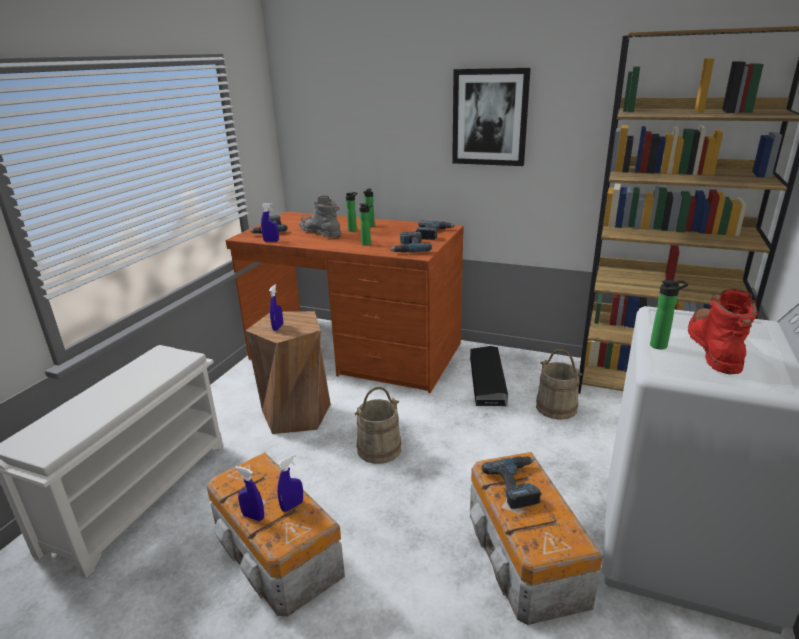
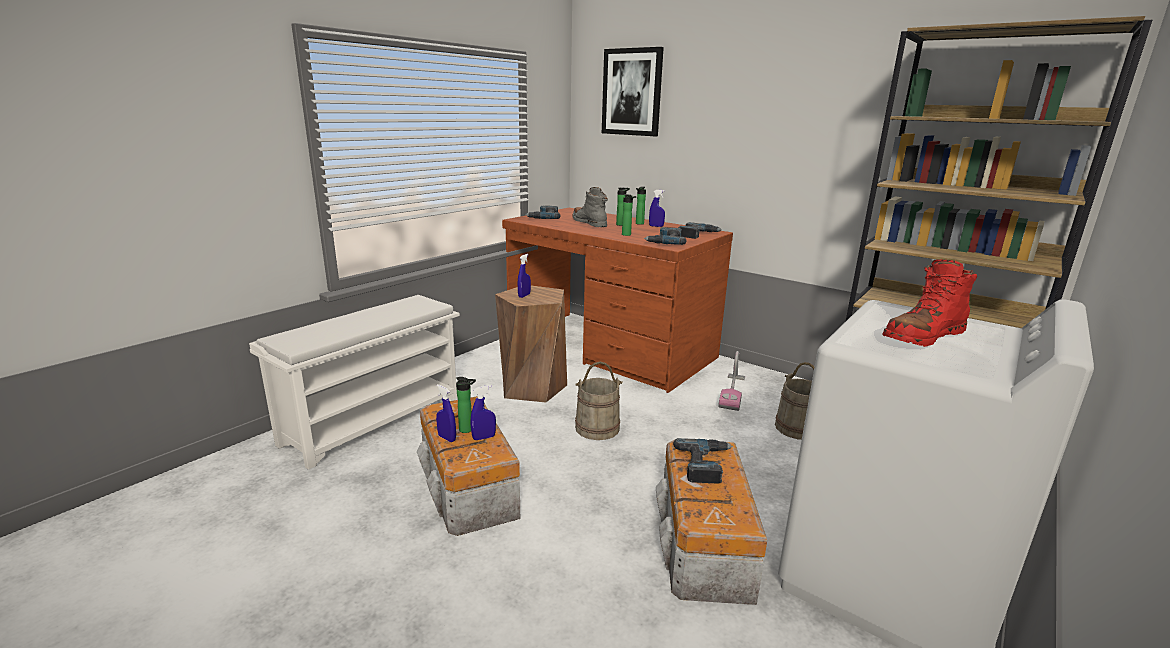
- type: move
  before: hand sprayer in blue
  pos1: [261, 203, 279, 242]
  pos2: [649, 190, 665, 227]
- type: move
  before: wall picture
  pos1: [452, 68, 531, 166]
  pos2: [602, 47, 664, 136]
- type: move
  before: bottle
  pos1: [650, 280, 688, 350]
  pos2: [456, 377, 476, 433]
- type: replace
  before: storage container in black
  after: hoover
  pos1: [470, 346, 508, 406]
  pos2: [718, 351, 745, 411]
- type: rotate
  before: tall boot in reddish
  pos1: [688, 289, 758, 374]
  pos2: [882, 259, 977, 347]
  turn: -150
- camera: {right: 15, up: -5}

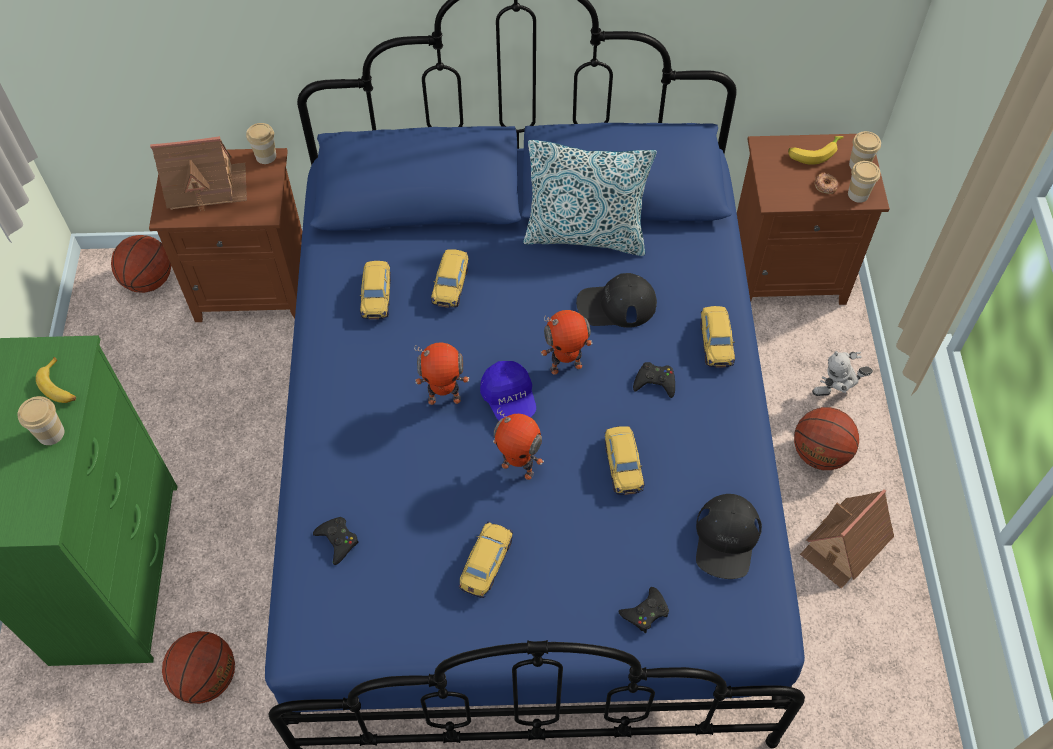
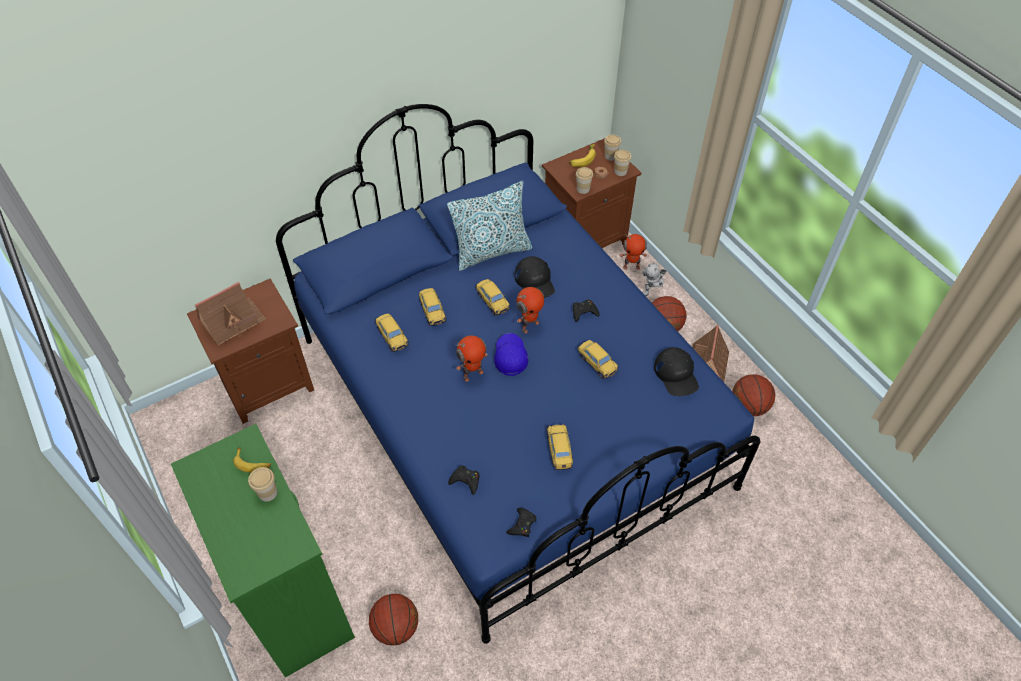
- type: move
  before: basketball
  pos1: [111, 235, 171, 293]
  pos2: [733, 374, 775, 416]
- type: move
  before: cup
  pos1: [246, 123, 276, 164]
  pos2: [576, 167, 593, 194]
- type: move
  before: robot figure
  pos1: [493, 408, 544, 480]
  pos2: [620, 233, 647, 270]
- type: move
  before: joypad in black
  pos1: [618, 587, 669, 633]
  pos2: [506, 508, 536, 537]
- type: move
  before: toy car
  pos1: [700, 306, 735, 368]
  pos2: [475, 279, 510, 316]
- type: rotate
  before: cap in blue
  pos1: [480, 361, 536, 420]
  pos2: [494, 333, 528, 376]
  turn: -135
- type: rotate
  before: cap in black
  pos1: [576, 273, 657, 328]
  pos2: [515, 256, 555, 298]
  turn: -75
- camera: {right: -30, up: -5}

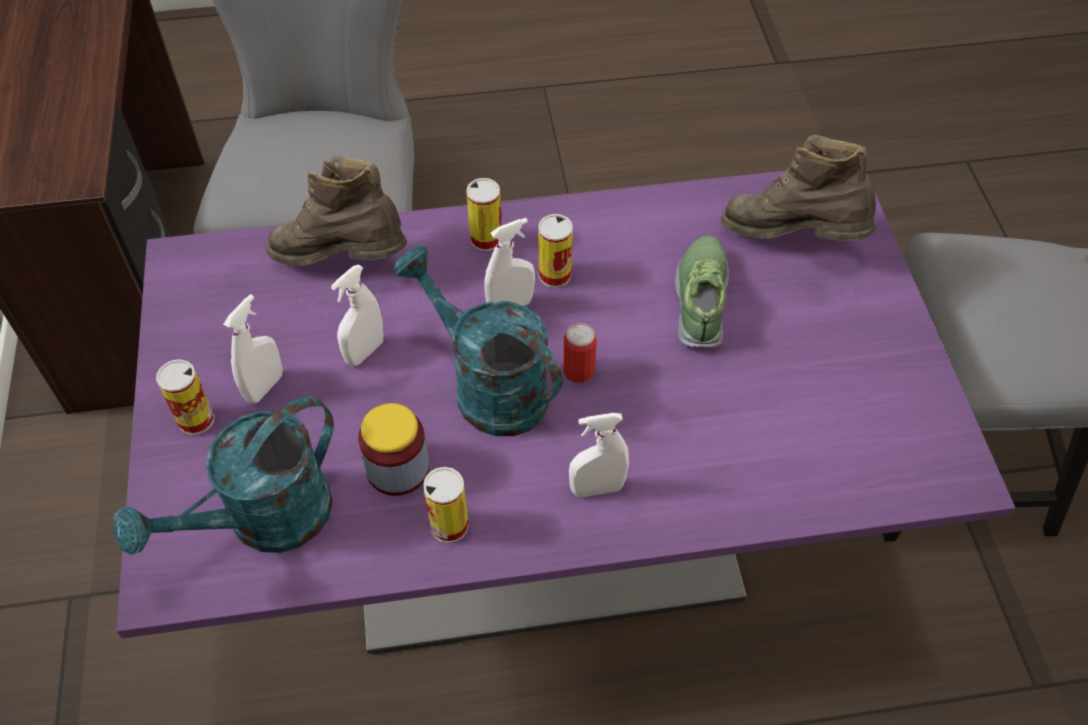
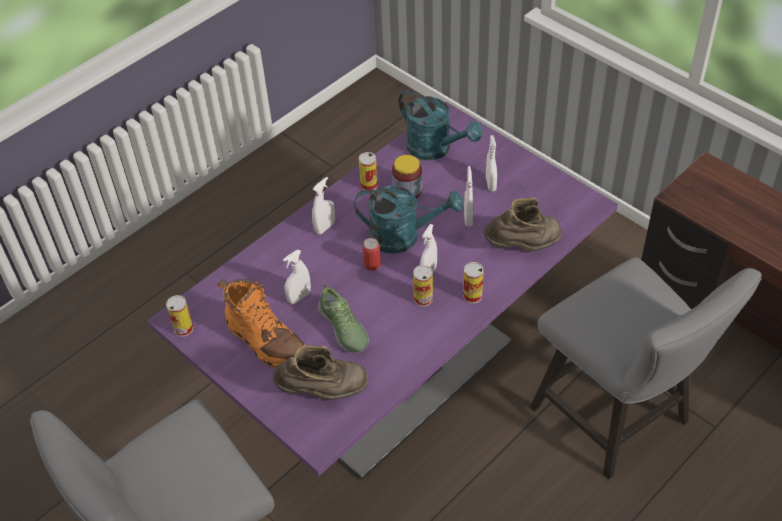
- type: insert
  after: tall boot in orangey
  pos2: [217, 279, 305, 369]
- type: insert
  after: hand sprayer in whitish
  pos2: [283, 250, 311, 304]
- type: move
  before: sealed can
  pos1: [156, 359, 214, 435]
  pos2: [166, 295, 194, 337]
- type: rotate
  before: watering can in turquoise-coloured
  pos1: [113, 396, 334, 555]
  pos2: [399, 89, 482, 160]
  turn: 120
- camera: {right: 145, up: -5}

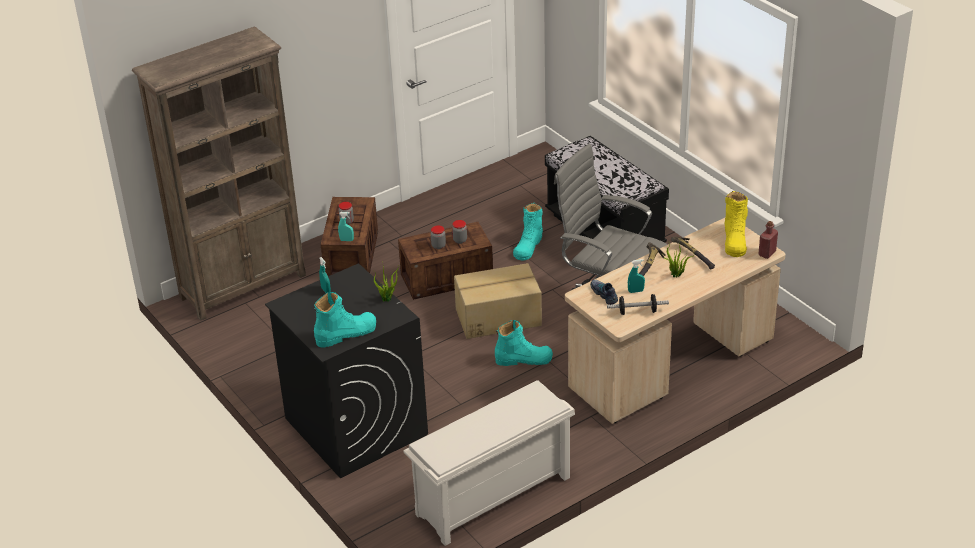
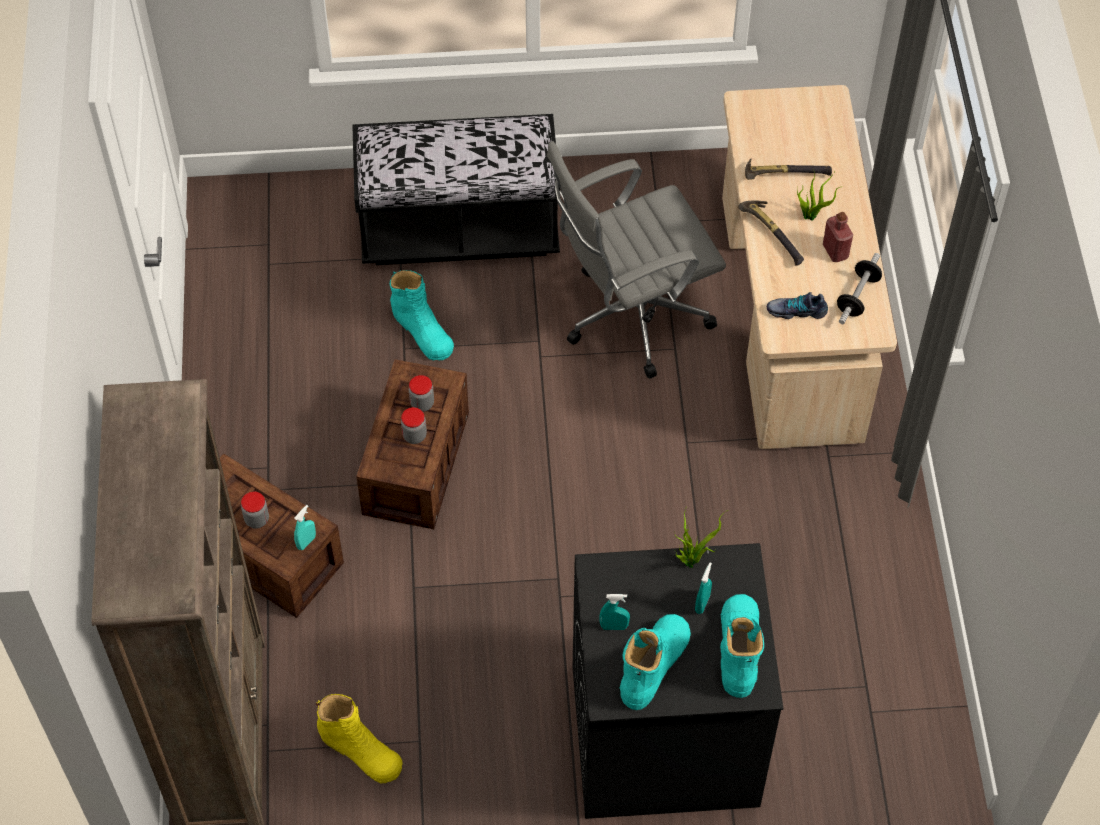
- type: delete
  before: shoe stand in whitish
  pos1: [403, 380, 575, 546]
- type: delete
  before: cardboard box
  pos1: [454, 263, 542, 339]
- type: move
  before: tall boot in turquoise-coloured
  pos1: [495, 320, 553, 366]
  pos2: [619, 614, 691, 710]
- type: move
  before: hand sprayer in turquoise-coloured
  pos1: [628, 259, 645, 293]
  pos2: [695, 562, 712, 614]
- type: move
  before: tall boot in yellow-coloured
  pos1: [724, 191, 748, 257]
  pos2: [316, 694, 403, 783]
- type: move
  before: bottle in reddish
  pos1: [758, 221, 778, 259]
  pos2: [823, 212, 853, 262]
- camera: {right: -60, up: 20}

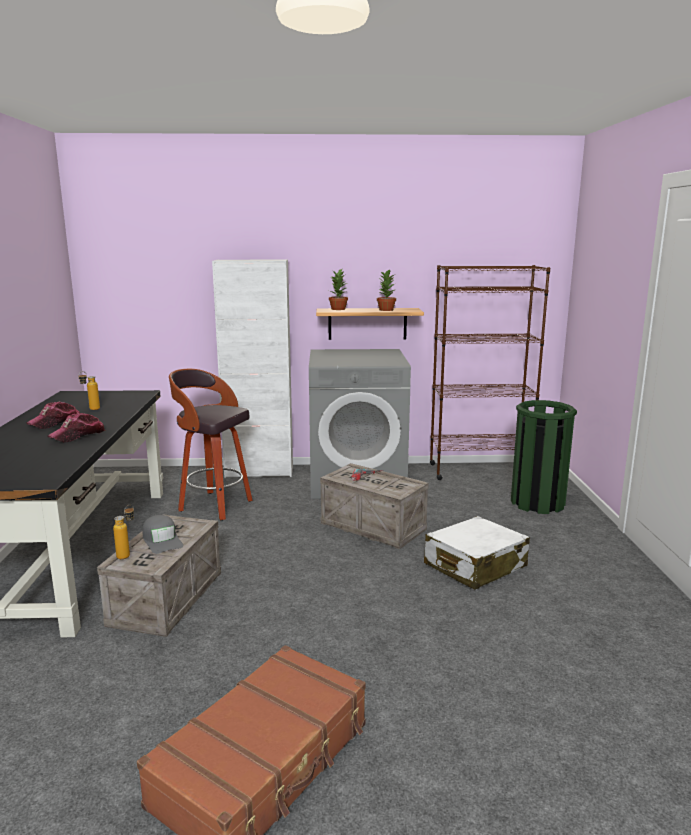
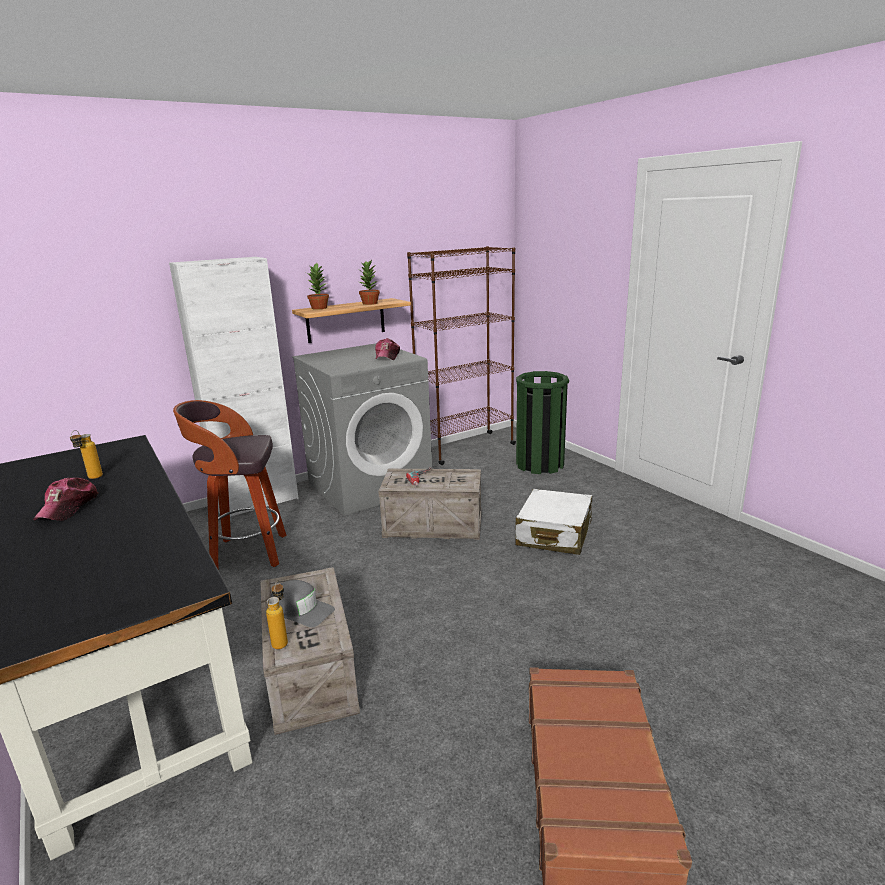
- type: move
  before: cap
  pos1: [48, 413, 105, 443]
  pos2: [375, 338, 400, 360]
- camera: {right: -30, up: 5}

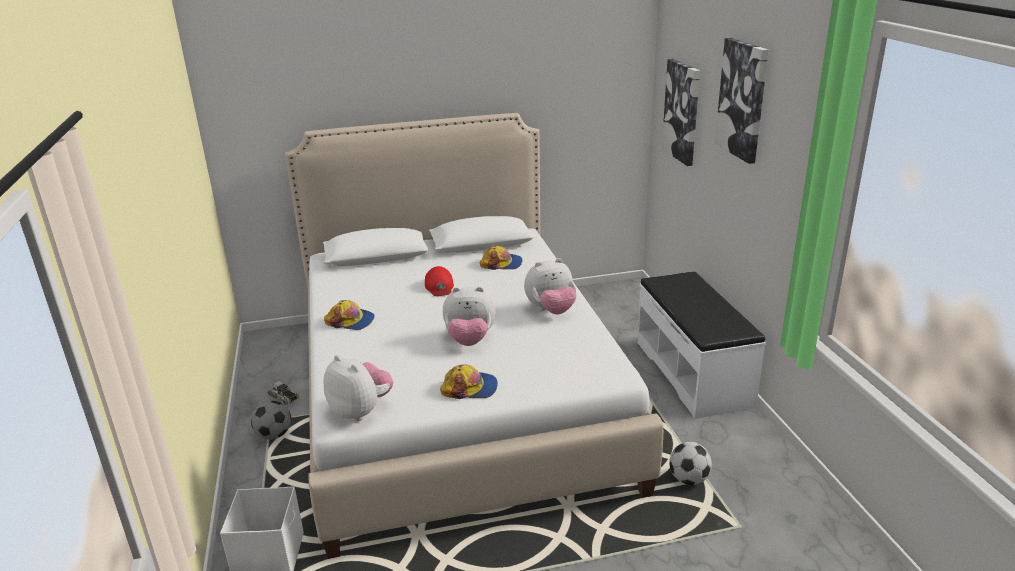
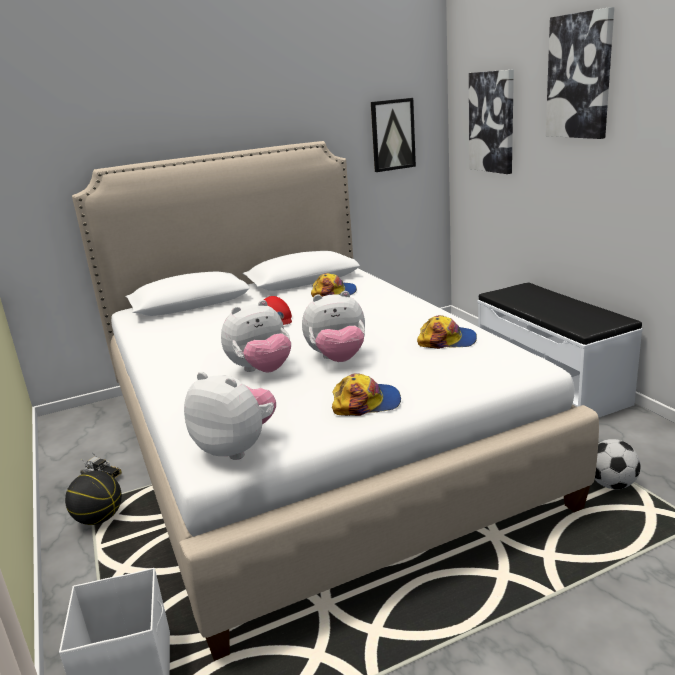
- type: insert
  after: wall picture
  pos2: [371, 98, 416, 172]
- type: move
  before: cap
  pos1: [324, 300, 375, 330]
  pos2: [417, 315, 477, 349]
- type: move
  before: cuddly toy
  pos1: [524, 258, 577, 315]
  pos2: [221, 300, 291, 372]
- type: replace
  before: ball for football
  after: basketball
  pos1: [251, 401, 291, 440]
  pos2: [65, 471, 122, 525]
- camera: {right: -10, up: -5}

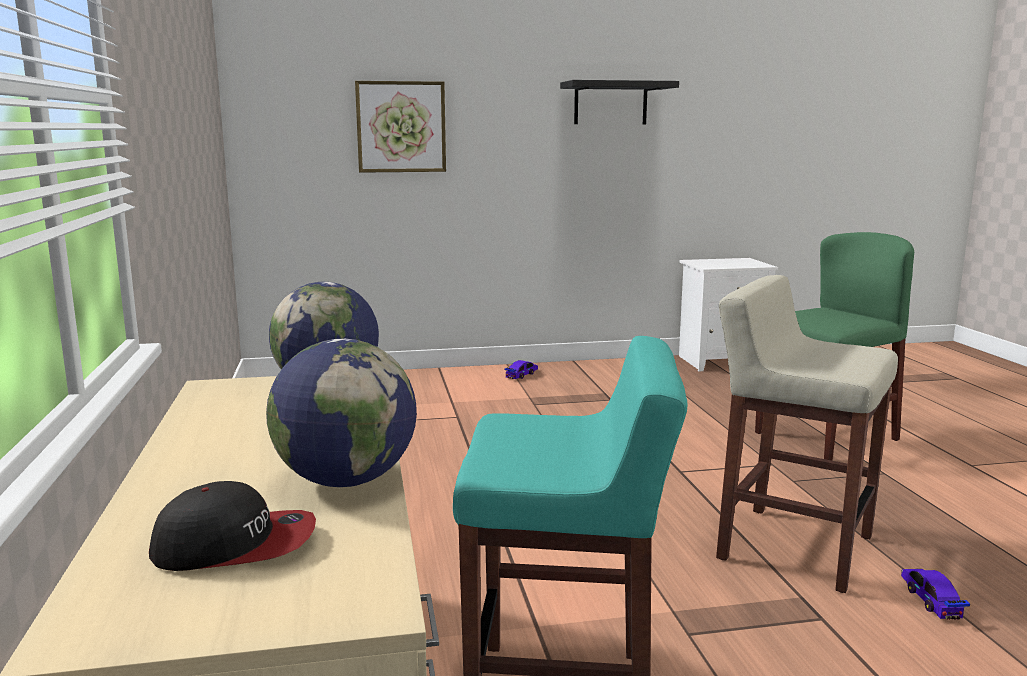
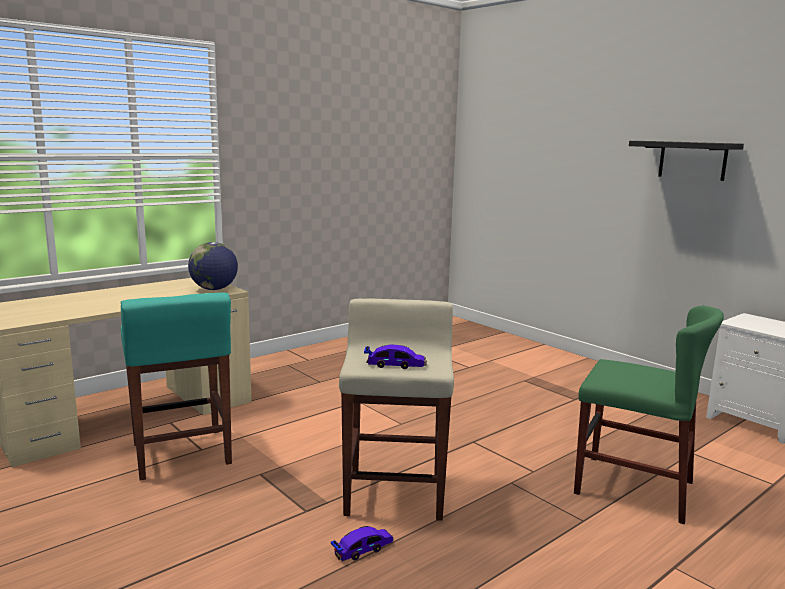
- type: delete
  before: cap
  pos1: [149, 481, 316, 571]
- type: delete
  before: globe
  pos1: [266, 339, 417, 487]
- type: delete
  before: wall picture
  pos1: [355, 81, 446, 173]
- type: move
  before: toy car
  pos1: [504, 360, 538, 379]
  pos2: [364, 345, 427, 369]
- camera: {right: 60, up: 0}

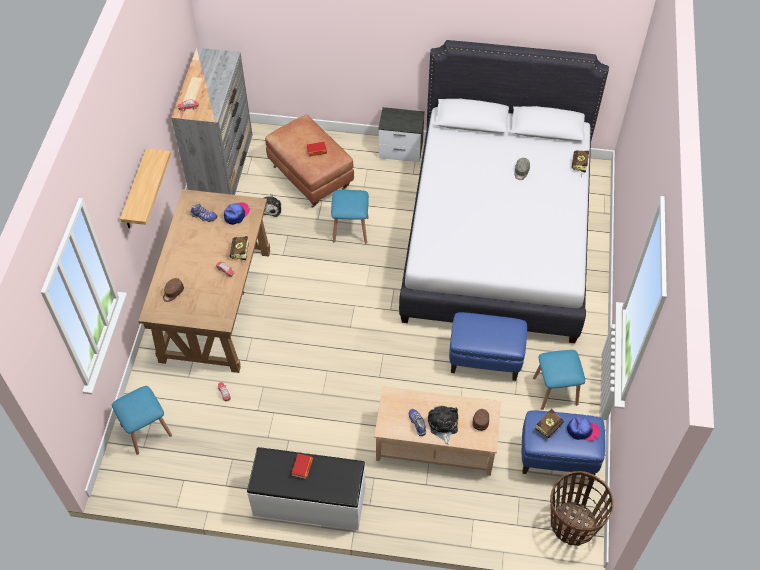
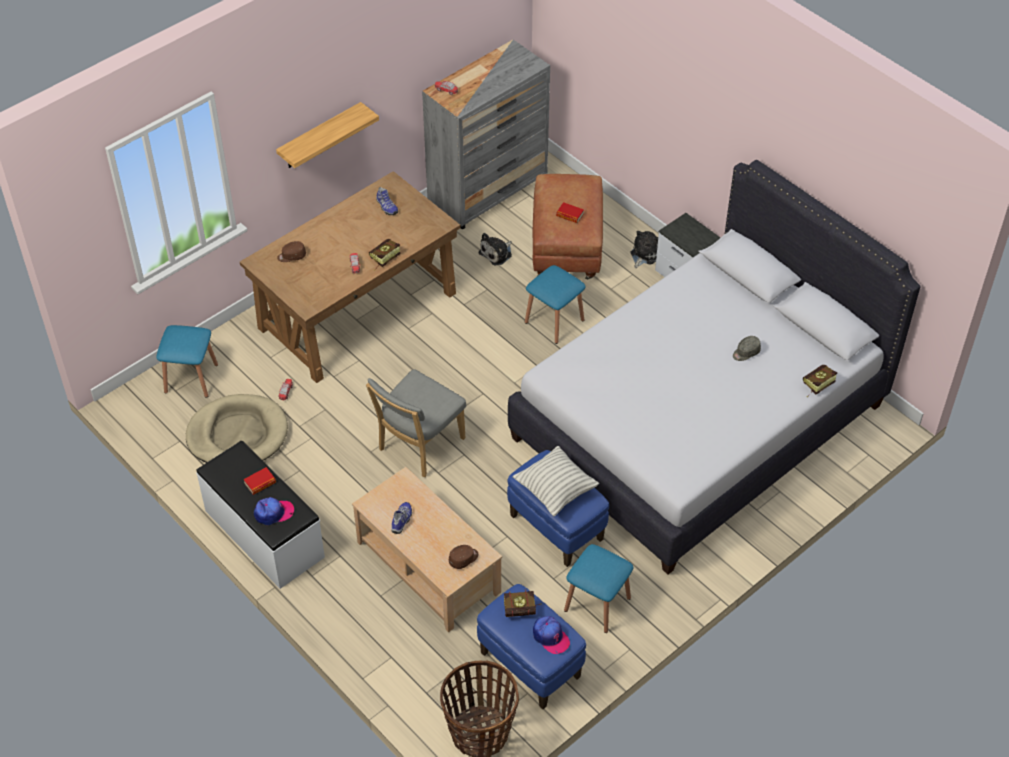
- type: insert
  after: dog cushion in beige
  pos2: [186, 394, 288, 463]
- type: insert
  after: plain chair in grey
  pos2: [366, 369, 466, 477]
- type: insert
  after: pillow
  pos2: [513, 446, 599, 516]
- type: move
  before: cap
  pos1: [224, 203, 250, 225]
  pos2: [254, 497, 294, 525]
- type: move
  before: cuddly toy
  pos1: [428, 406, 458, 445]
  pos2: [630, 231, 658, 268]
- camera: {right: 40, up: -5}

